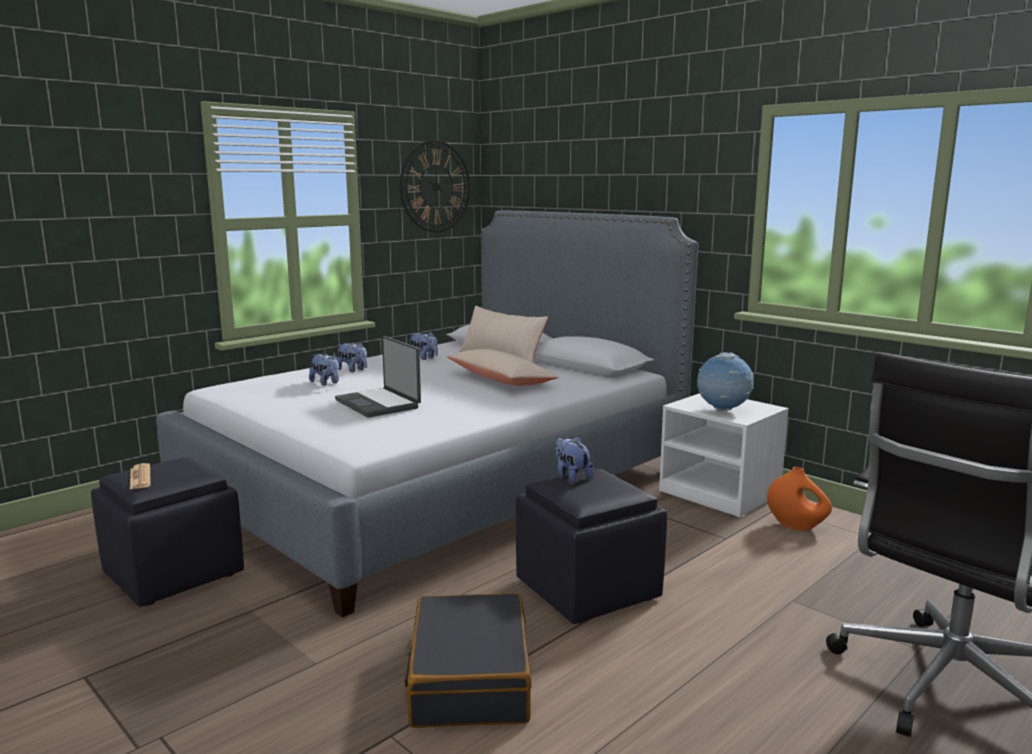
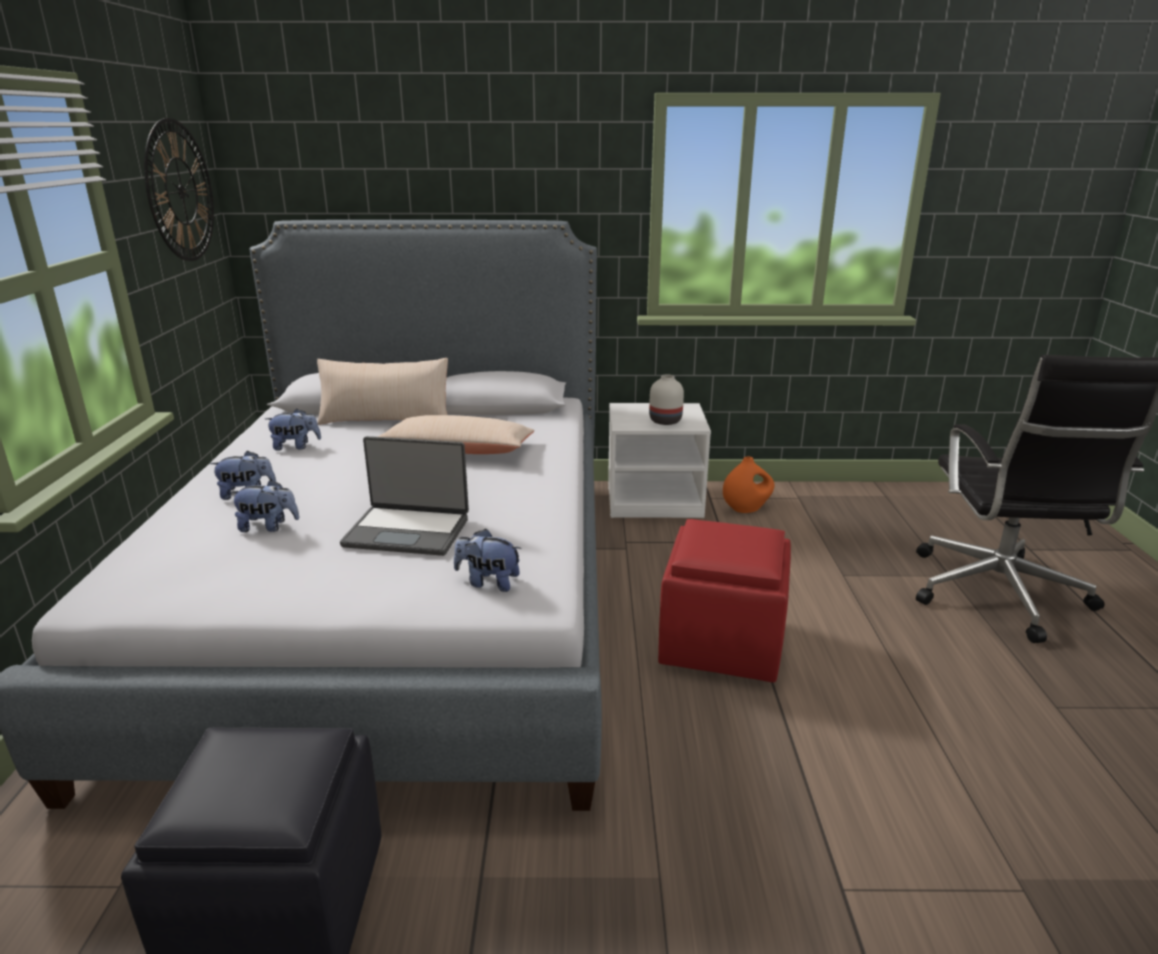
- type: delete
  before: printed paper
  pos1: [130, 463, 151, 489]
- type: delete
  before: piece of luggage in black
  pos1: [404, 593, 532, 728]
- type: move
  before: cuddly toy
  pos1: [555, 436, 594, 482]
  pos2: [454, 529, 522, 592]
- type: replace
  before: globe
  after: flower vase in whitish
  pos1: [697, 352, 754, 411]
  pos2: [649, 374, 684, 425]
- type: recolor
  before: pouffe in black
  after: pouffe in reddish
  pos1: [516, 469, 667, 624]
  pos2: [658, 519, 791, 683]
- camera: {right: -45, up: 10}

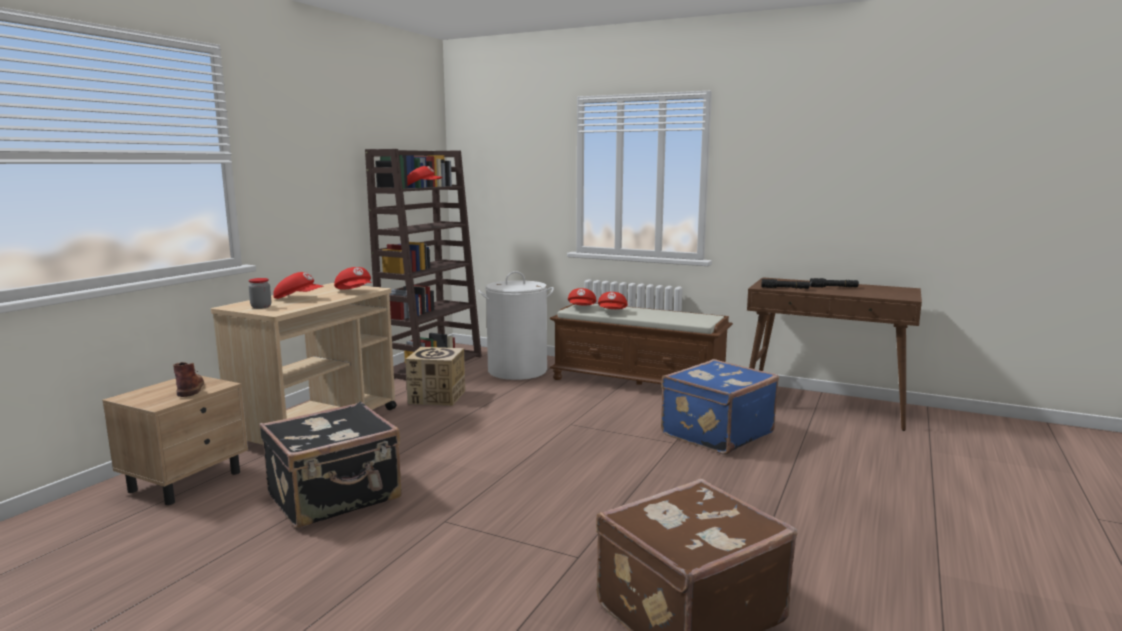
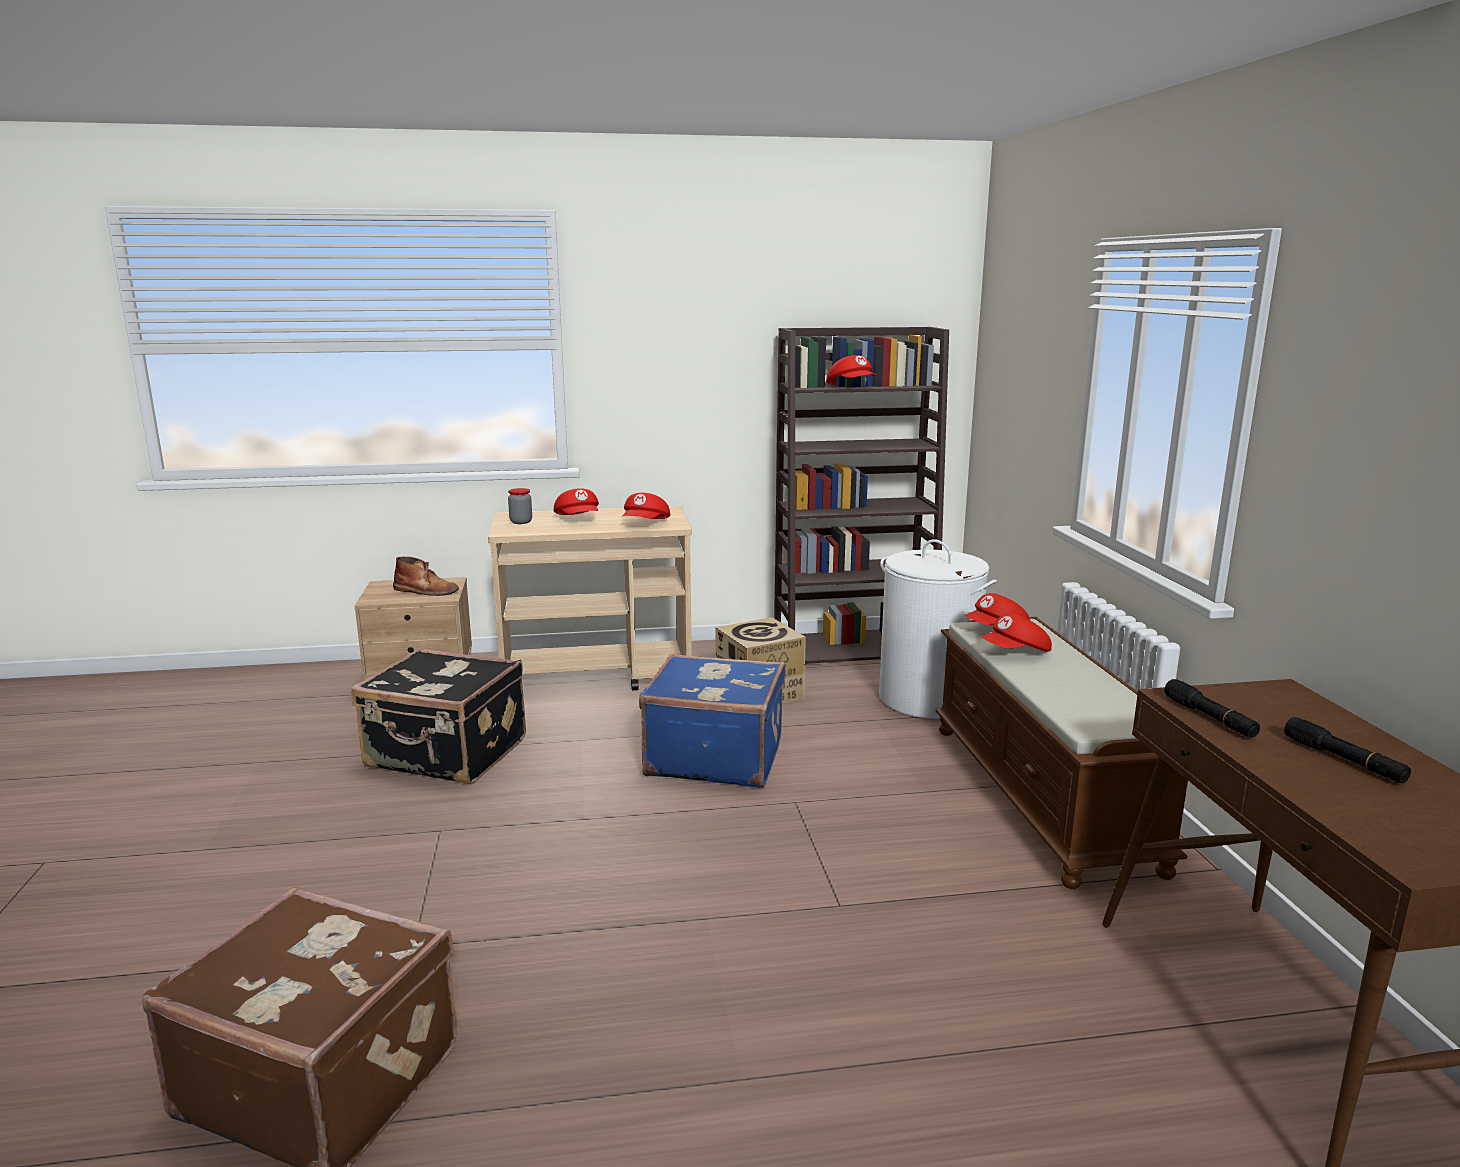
- type: move
  before: piece of luggage in blue
  pos1: [661, 359, 779, 455]
  pos2: [639, 654, 785, 788]
- type: rotate
  before: tall boot in brownish
  pos1: [173, 362, 204, 397]
  pos2: [393, 557, 459, 596]
  turn: 75
- camera: {right: 55, up: 5}

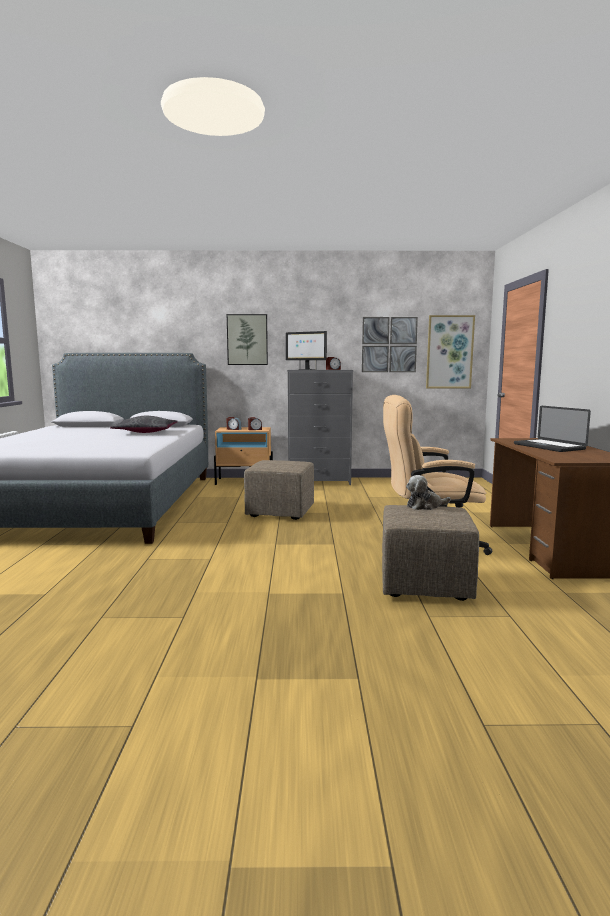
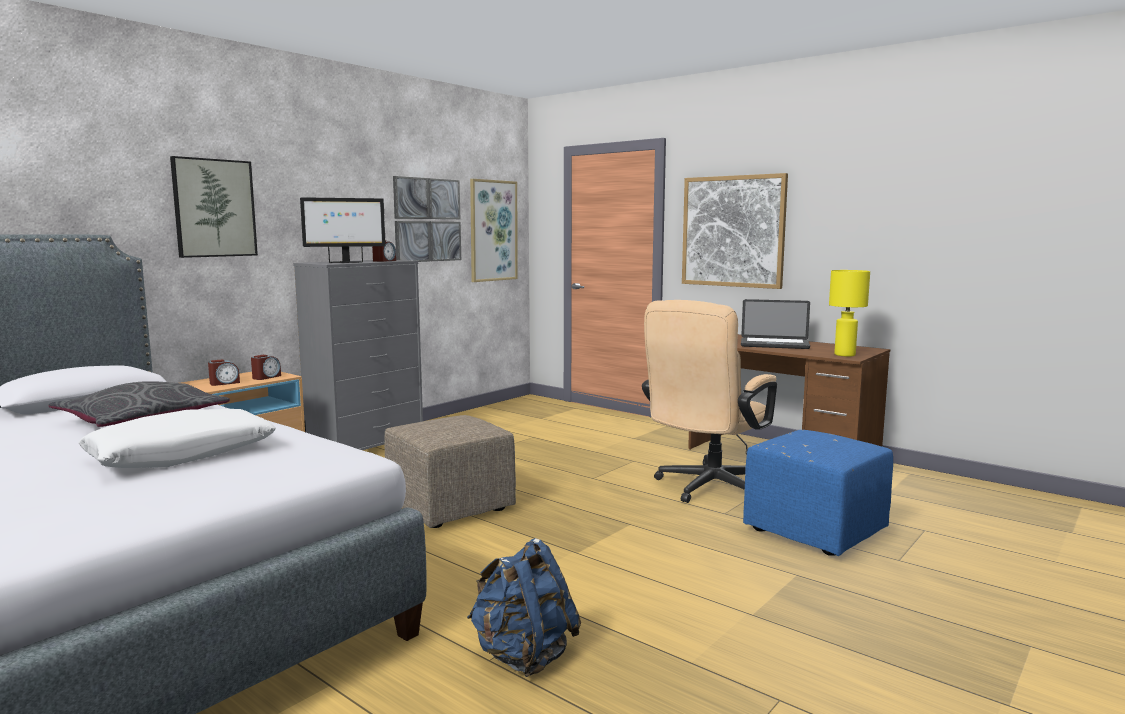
- type: delete
  before: cuddly toy
  pos1: [406, 475, 451, 510]
- type: insert
  after: pillow in whitish
  pos2: [79, 409, 276, 468]
- type: insert
  after: knapsack in blue
  pos2: [467, 538, 581, 677]
- type: insert
  after: wall picture
  pos2: [682, 173, 788, 289]
- type: insert
  after: table lamp in yellow-coloured
  pos2: [829, 270, 870, 357]
- type: recolor
  before: pouffe in beige
  after: pouffe in blue
  pos1: [382, 505, 479, 601]
  pos2: [743, 430, 893, 556]
- camera: {right: -50, up: 0}

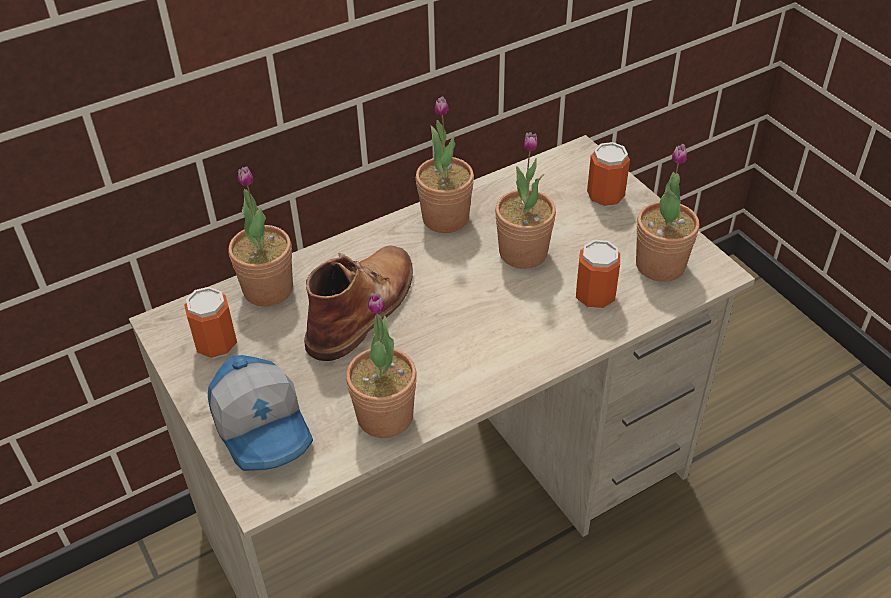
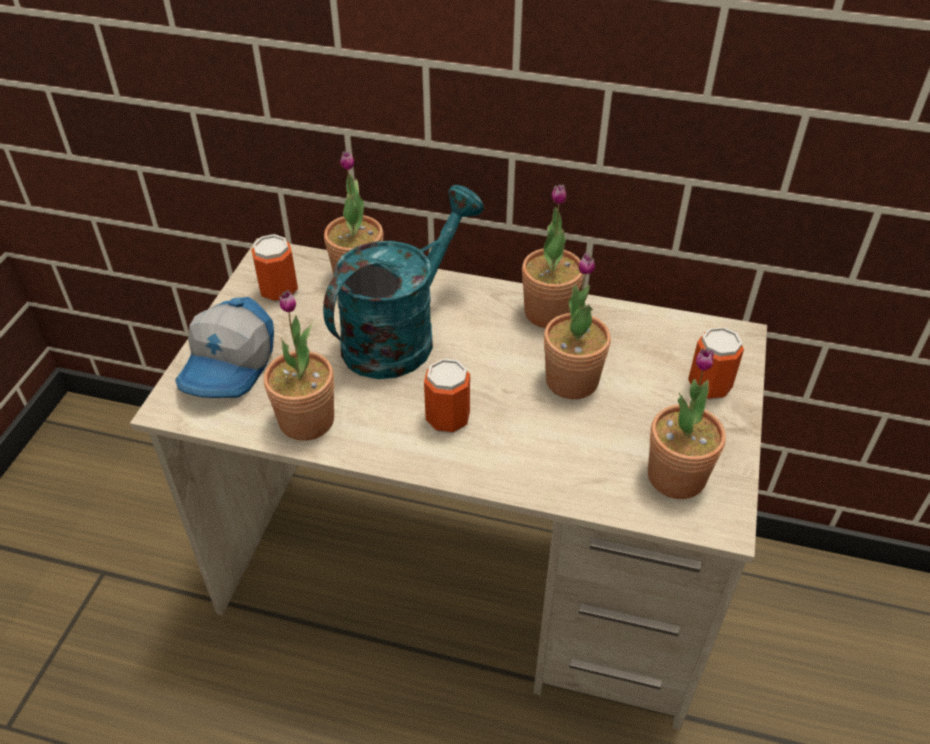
- type: move
  before: sealed can
  pos1: [576, 240, 620, 309]
  pos2: [424, 358, 470, 433]
- type: replace
  before: tall boot in brownish
  after: watering can in turquoise-coloured
  pos1: [304, 245, 413, 361]
  pos2: [323, 185, 484, 379]
- camera: {right: 45, up: 0}

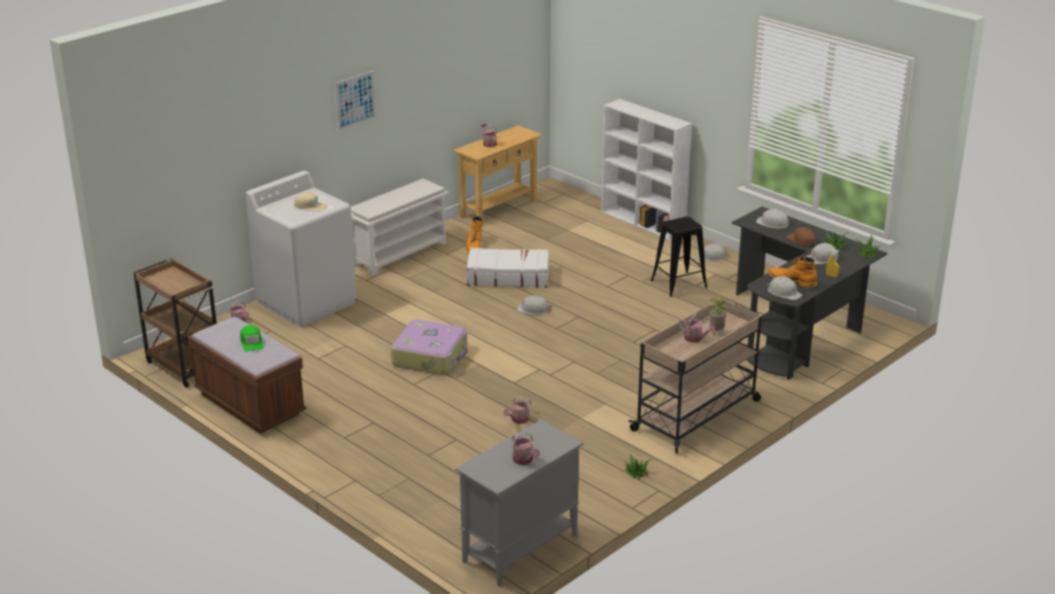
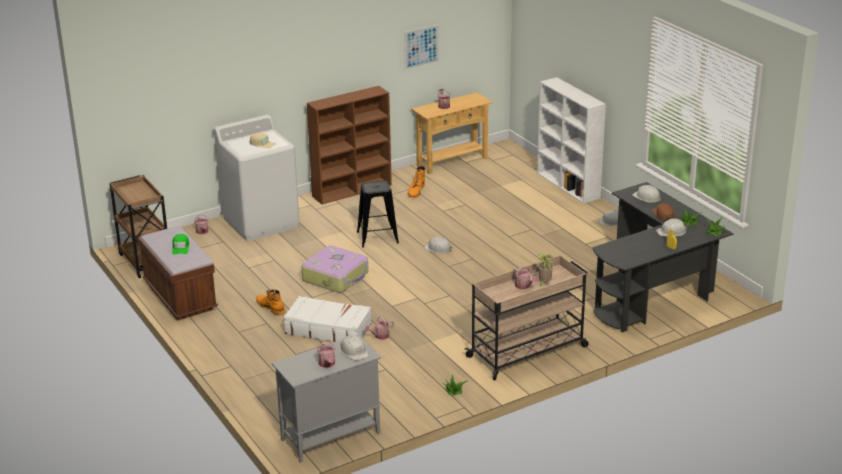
- type: move
  before: wall picture
  pos1: [334, 70, 377, 131]
  pos2: [404, 24, 439, 70]
- type: move
  before: piece of luggage in whitish
  pos1: [466, 248, 549, 288]
  pos2: [283, 296, 371, 342]
- type: move
  before: sitting stool in black
  pos1: [651, 217, 708, 297]
  pos2: [357, 181, 399, 247]
- type: move
  before: work helmet in whitish
  pos1: [767, 276, 803, 300]
  pos2: [340, 335, 369, 360]
- type: move
  before: tall boot in orangey
  pos1: [768, 257, 817, 288]
  pos2: [256, 289, 285, 316]
- type: replace
  before: shoe stand in whitish
  after: bookshelf in brownish
  pos1: [351, 179, 449, 276]
  pos2: [307, 86, 392, 205]
- camera: {right: 15, up: 0}

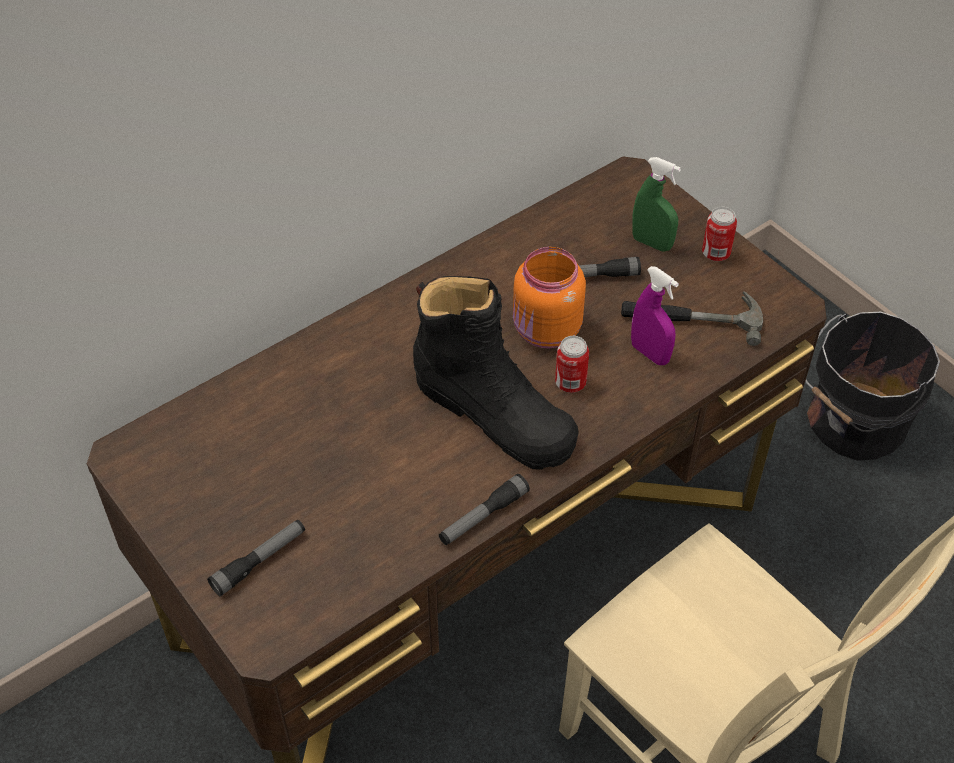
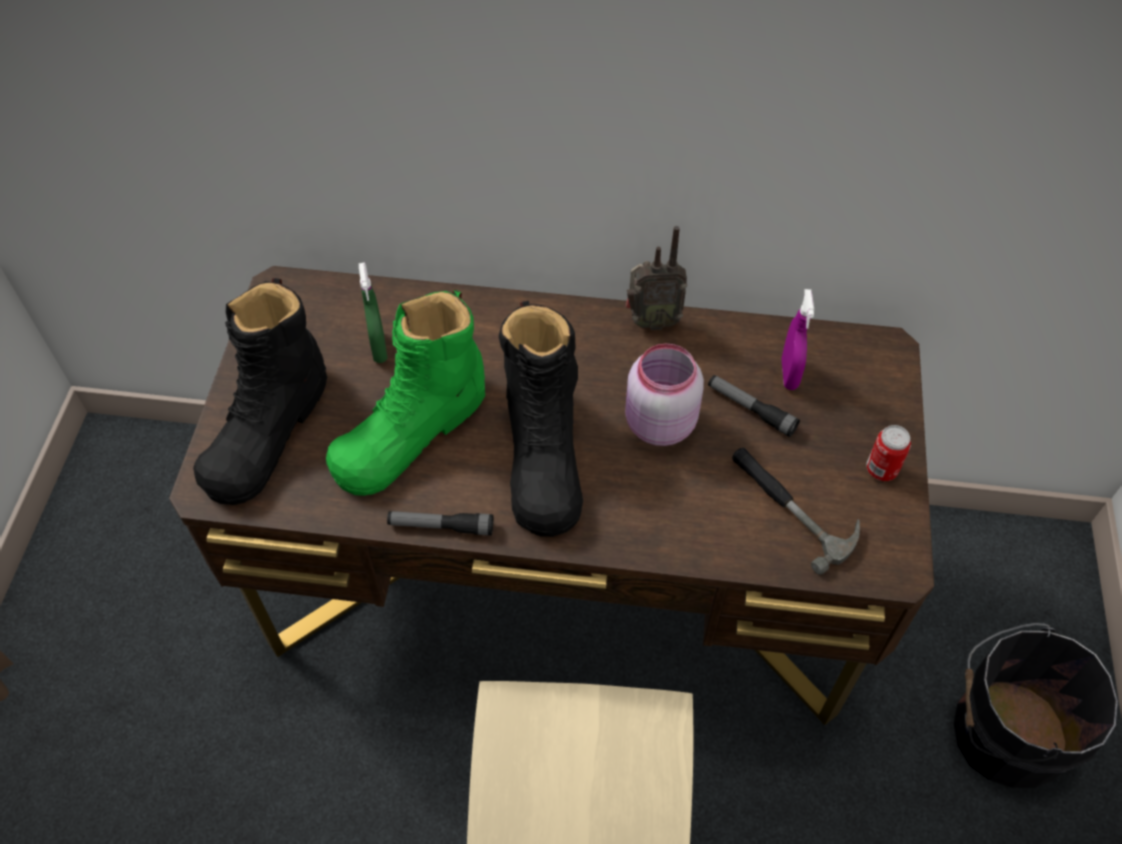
- type: delete
  before: sealed can
  pos1: [555, 336, 589, 393]
- type: insert
  after: tall boot in green-coloured
  pos2: [326, 289, 485, 496]
- type: insert
  after: radio set
  pos2: [626, 226, 687, 330]
- type: move
  before: hand sprayer in purplish
  pos1: [631, 266, 679, 365]
  pos2: [782, 289, 814, 390]
- type: move
  before: hand sprayer in green-coloured
  pos1: [632, 157, 681, 252]
  pos2: [359, 263, 388, 363]
- type: replace
  before: torch
  after: tall boot in black
  pos1: [207, 520, 305, 596]
  pos2: [193, 278, 327, 505]
- type: recolor
  before: storage jar in orangey
  after: storage jar in pink
  pos1: [513, 247, 586, 348]
  pos2: [625, 344, 704, 446]
- camera: {right: 45, up: 5}

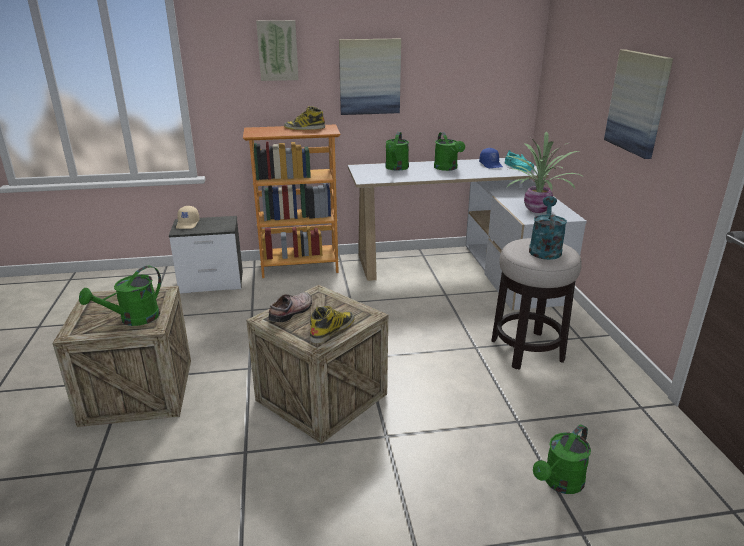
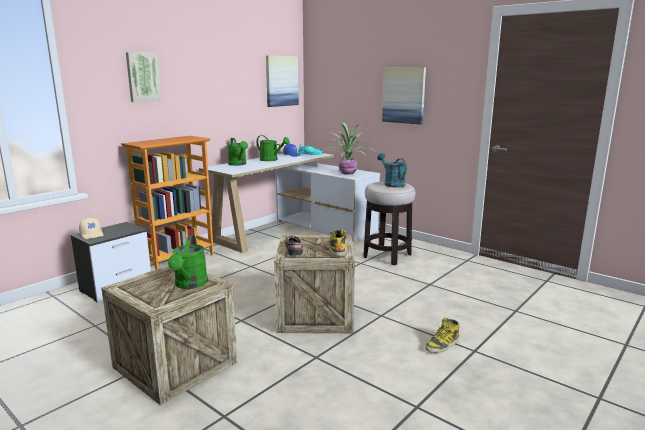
- type: delete
  before: watering can in green-coloured
  pos1: [533, 425, 591, 494]
- type: move
  before: tall boot
  pos1: [284, 106, 325, 130]
  pos2: [425, 318, 459, 353]
- type: move
  before: wall picture
  pos1: [339, 39, 401, 115]
  pos2: [266, 55, 299, 107]
- camera: {right: -40, up: -10}

